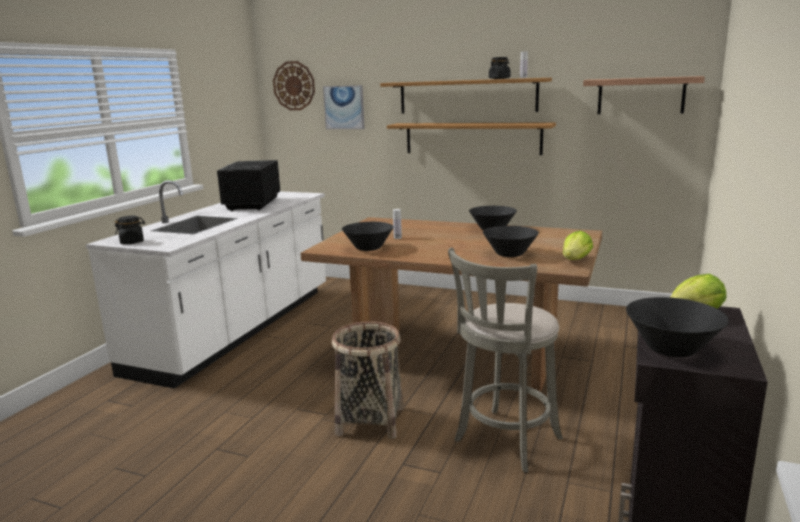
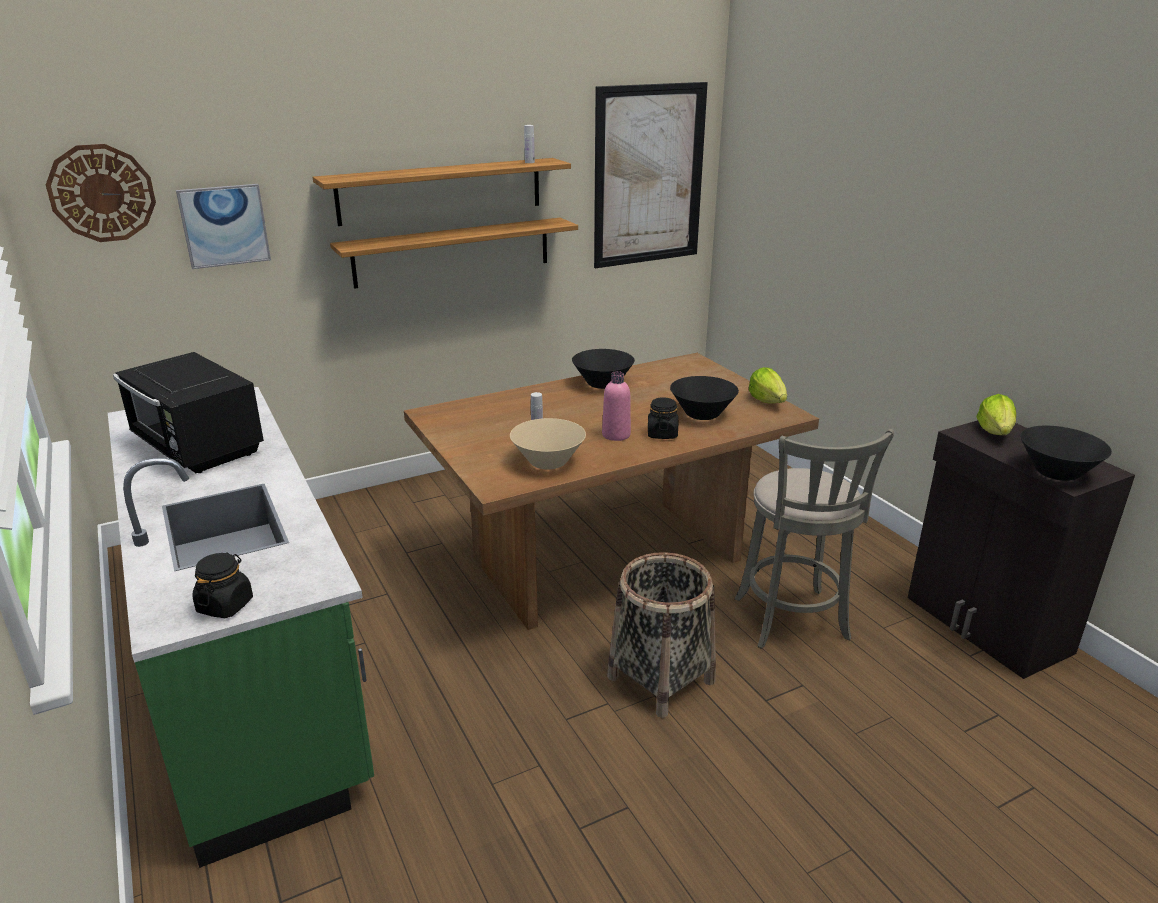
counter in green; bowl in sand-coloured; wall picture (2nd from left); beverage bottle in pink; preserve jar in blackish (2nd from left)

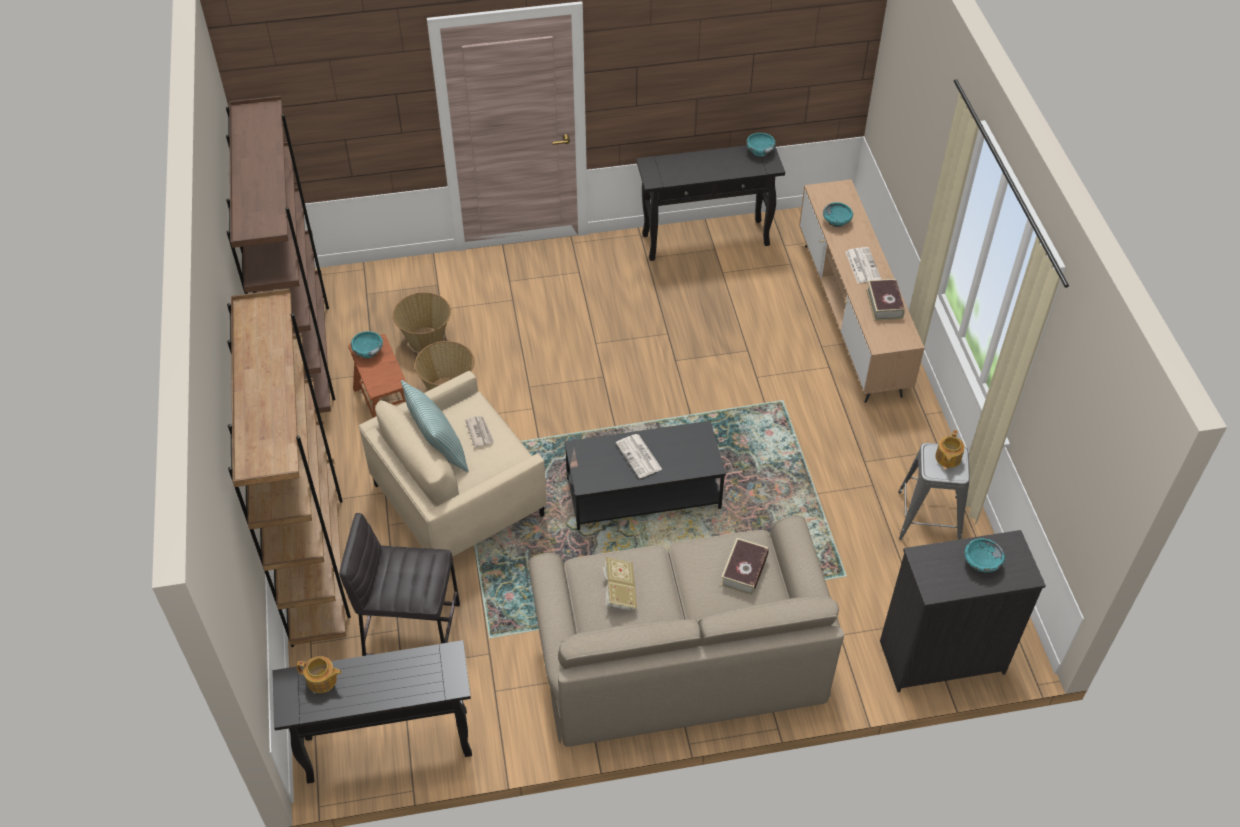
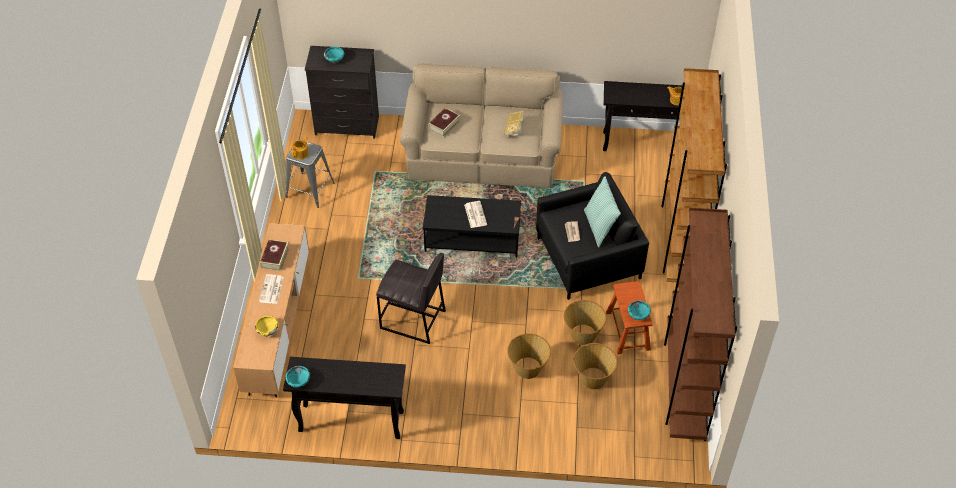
bowl in yellow-coloured; stool seat in gray (2nd from left); household basket (1st from left); lounge chair in blackish

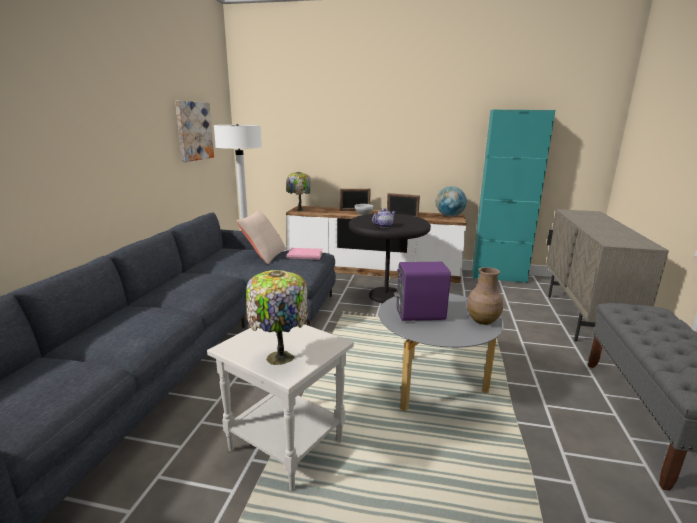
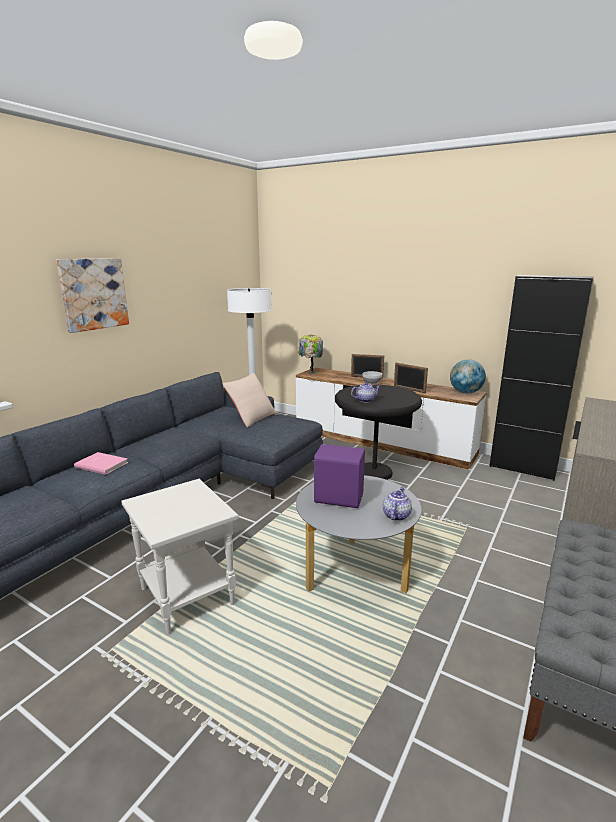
wall picture; bound book in pink; pot for tea (2nd from left); storage cabinet in blackish; tabletop lamp (1st from left in the first image)

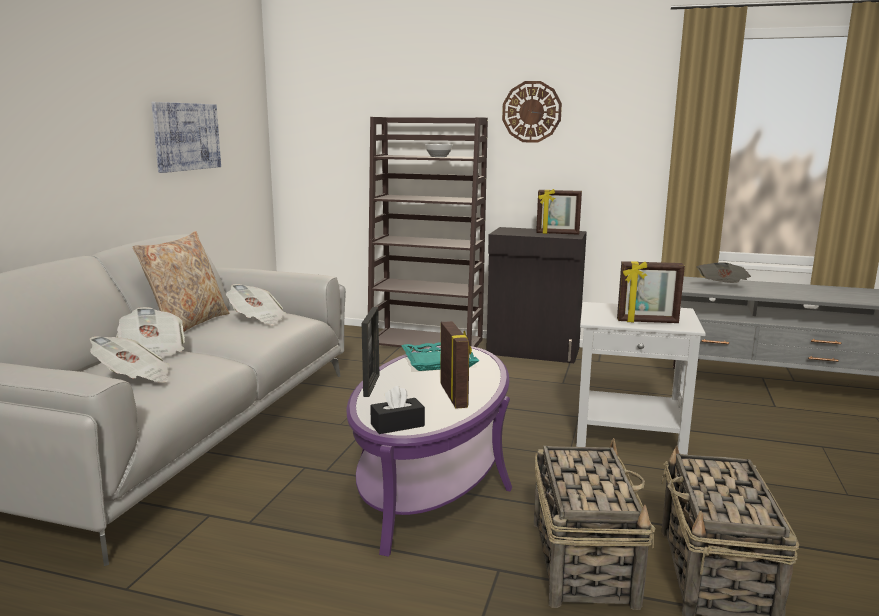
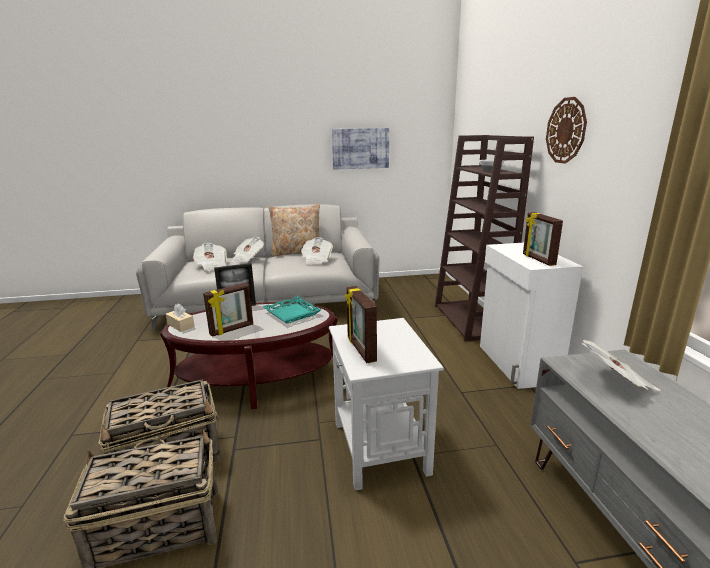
low table in brown-coloured; box of tissues in sand-coloured; storage cabinet in white

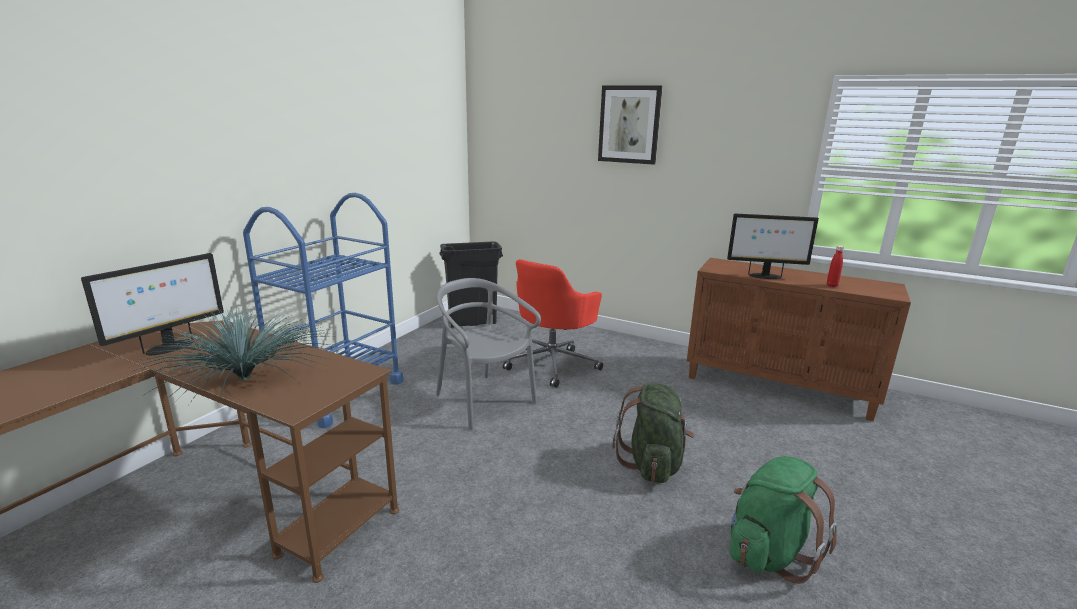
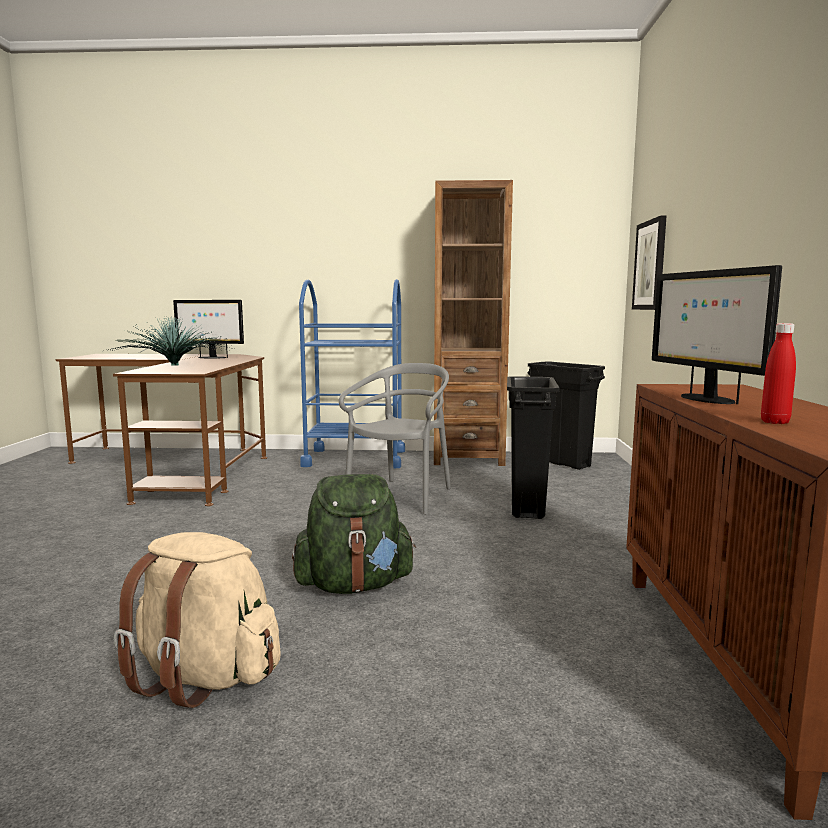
knapsack in sand-coloured; bookshelf in brown-coloured; trash can in blackish (1st from left); wall picture

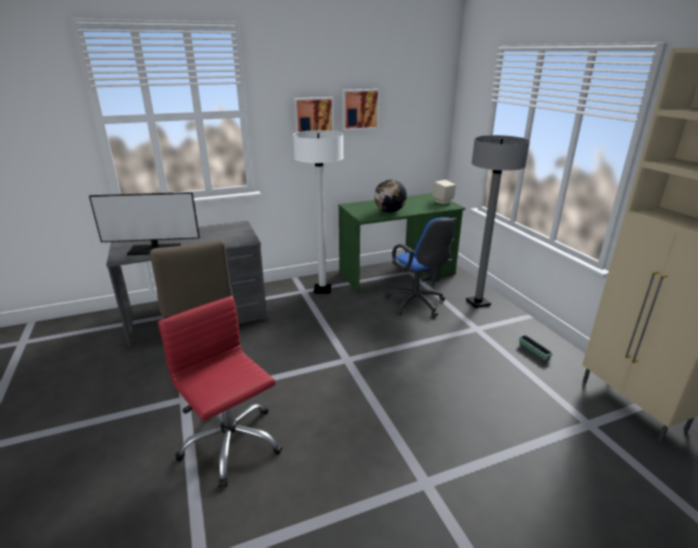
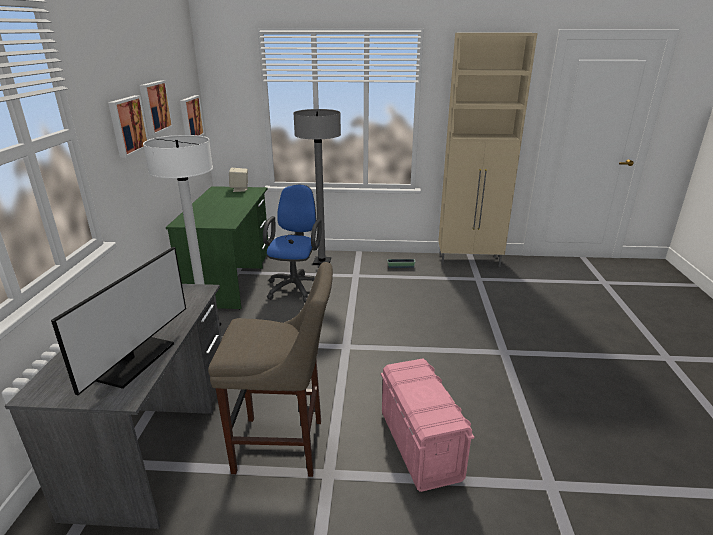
wall picture (3rd from left); computer chair in blue; storage container in pink; globe

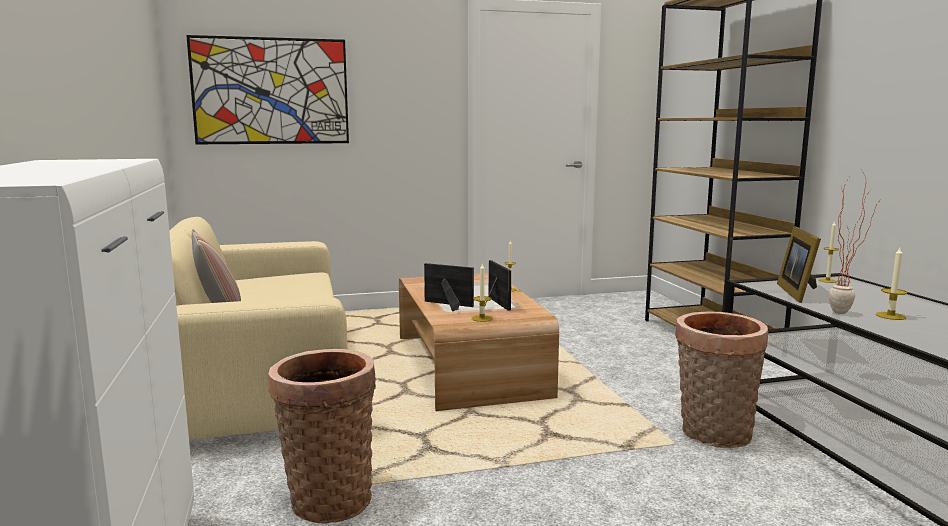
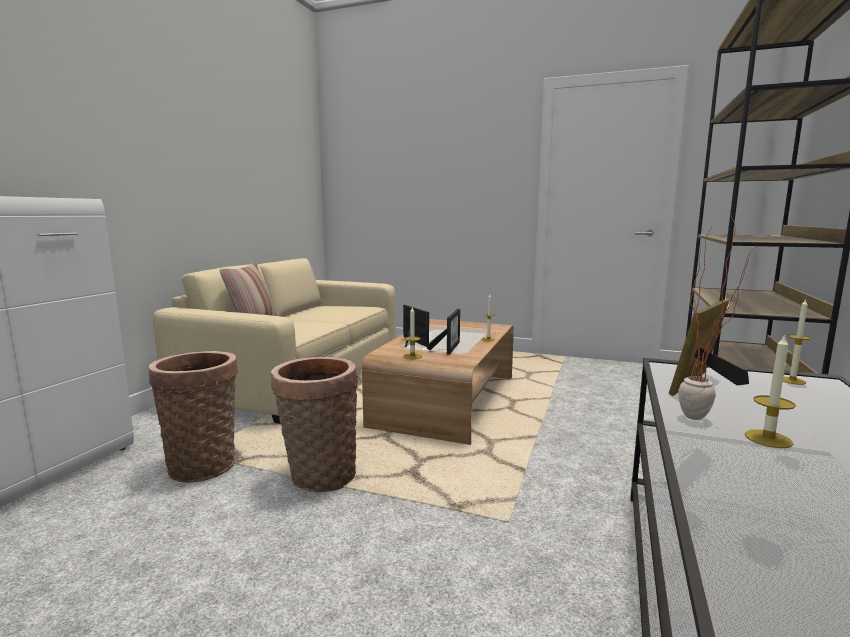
household basket (2nd from left); wall picture

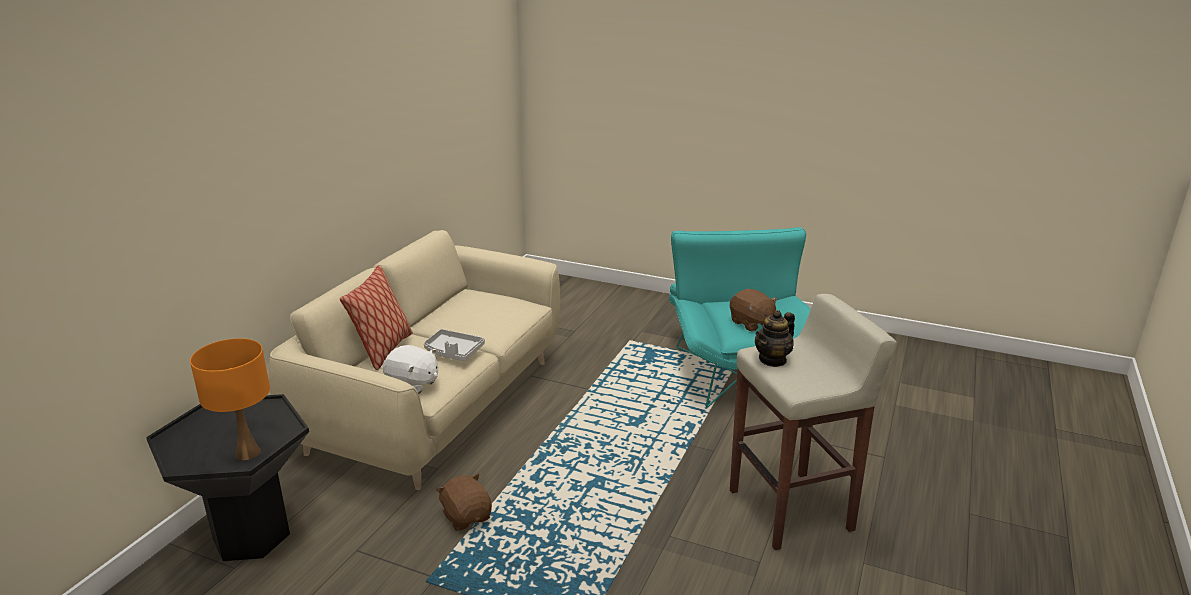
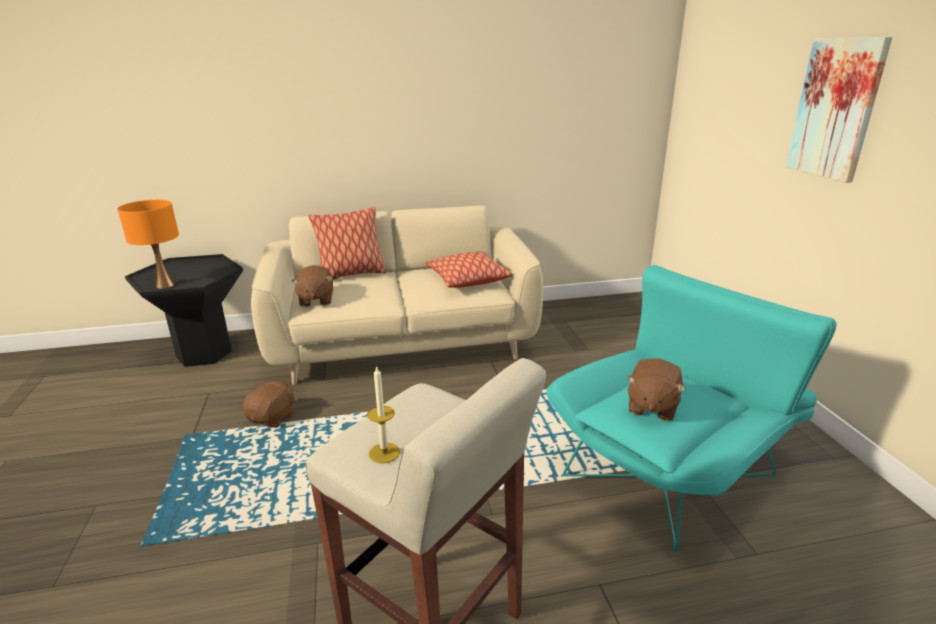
cuddly toy in brown-coloured (2nd from left); wax light; cushion (2nd from left); wall picture; carrying tray in gray; pot for tea

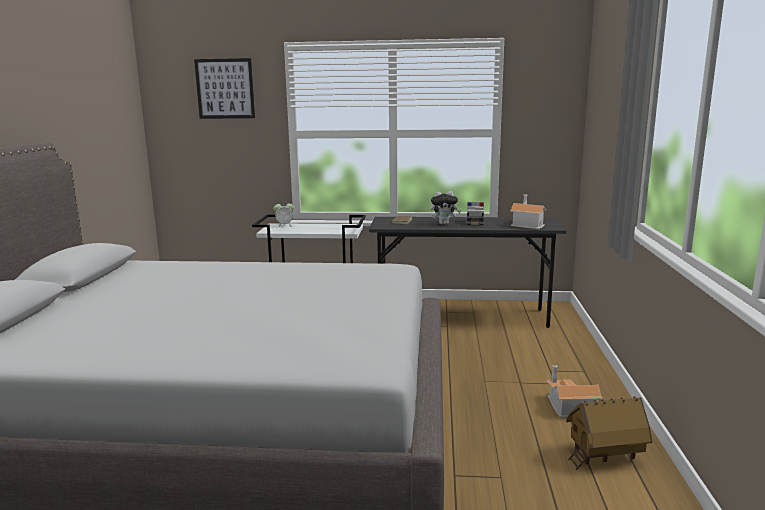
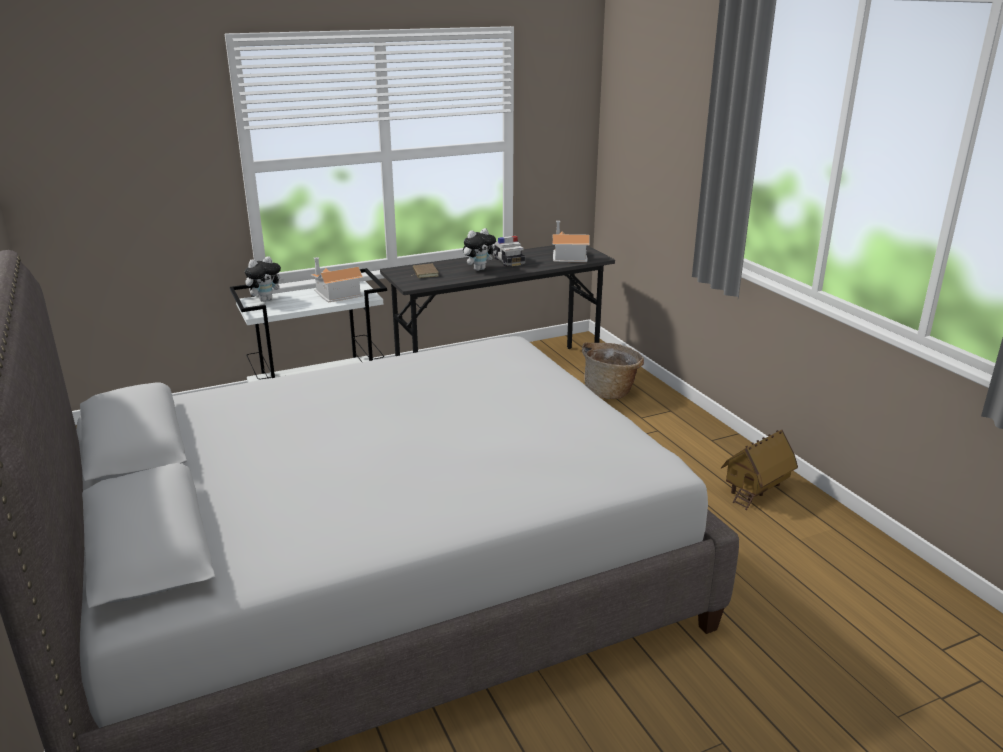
cuddly toy (1st from left); toy house (1st from left); household basket; wall picture

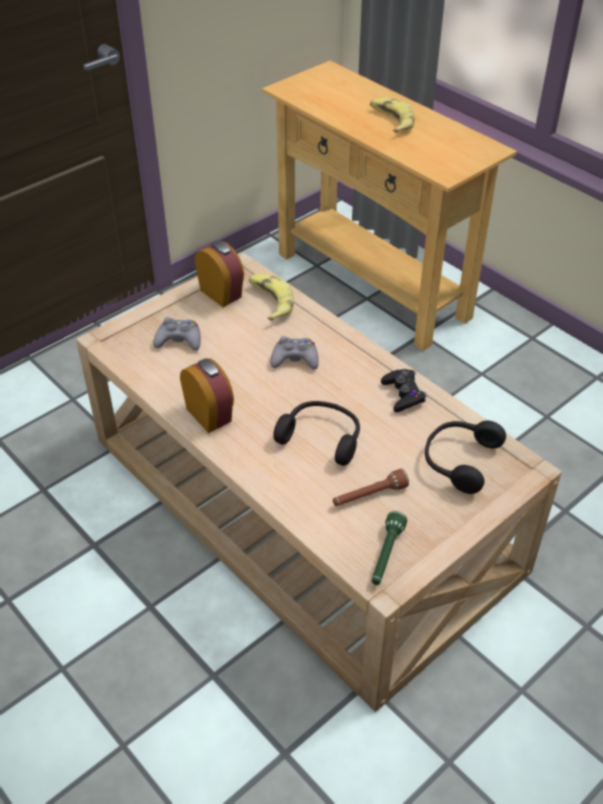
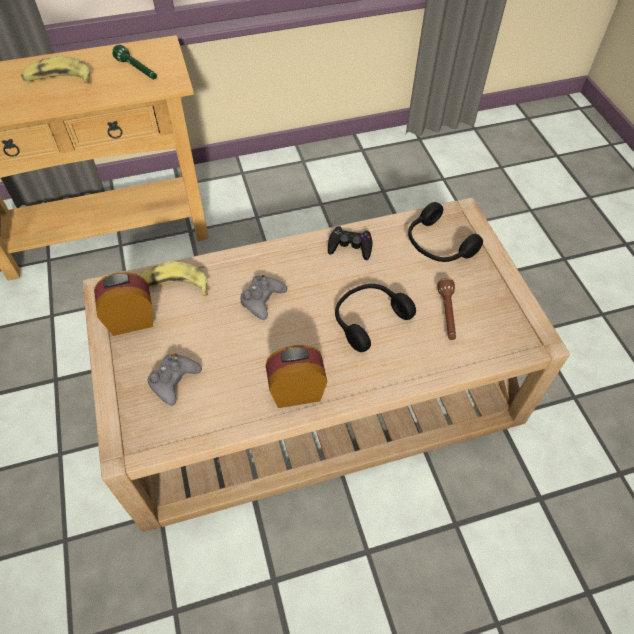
torch in green

